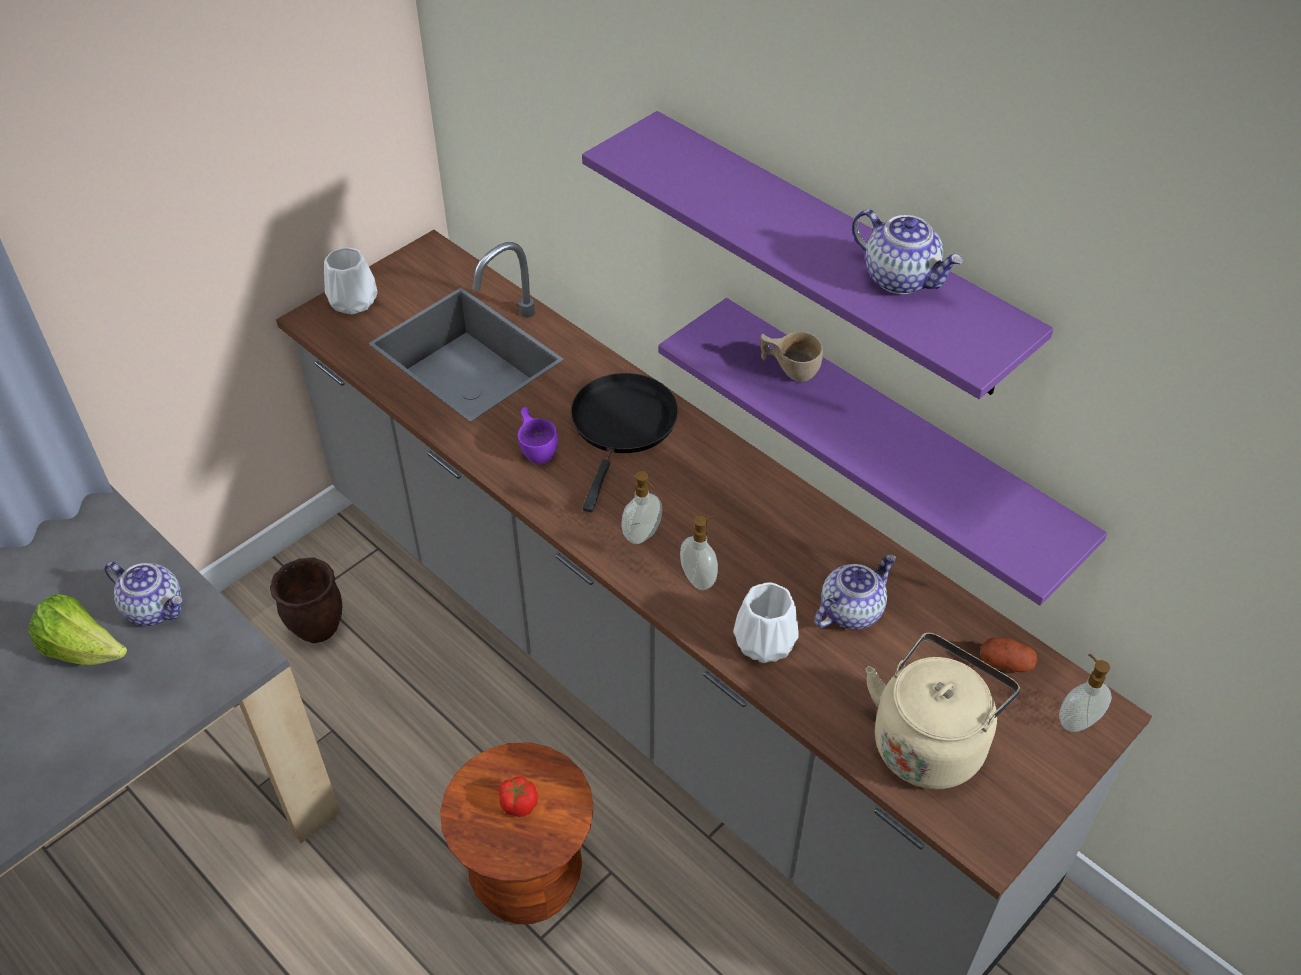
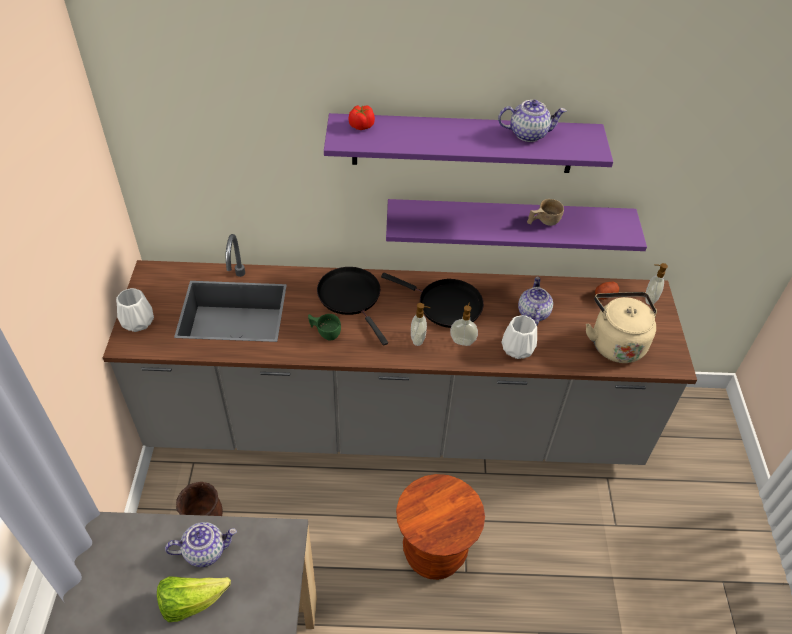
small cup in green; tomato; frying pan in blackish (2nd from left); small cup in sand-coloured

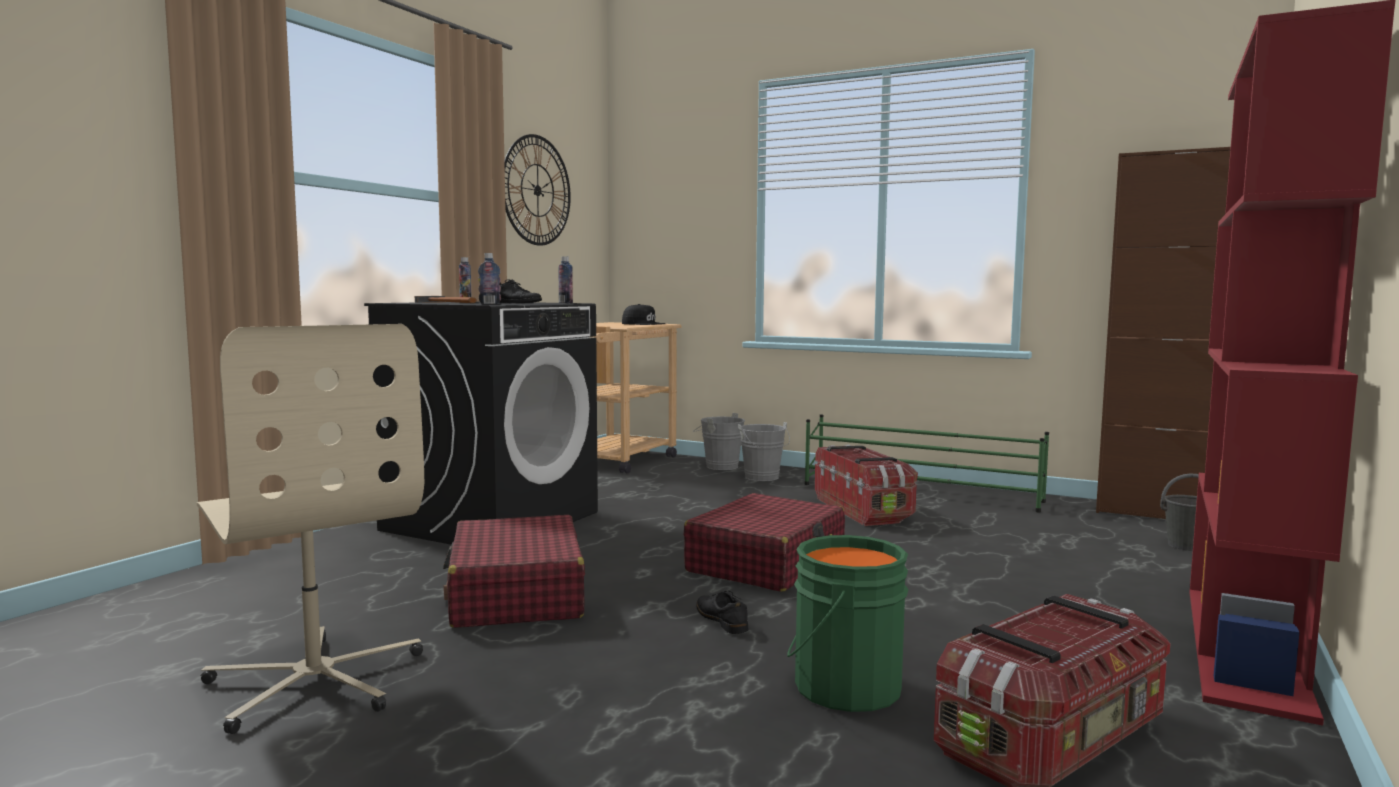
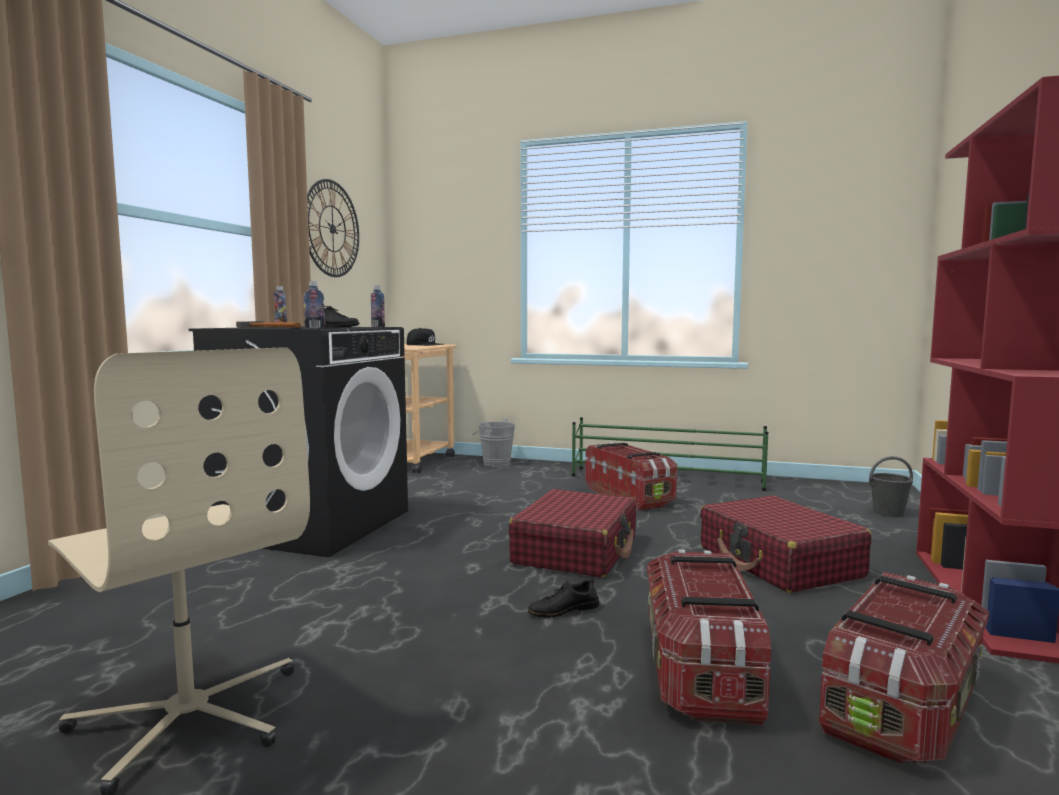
shoe in blackish (2nd from left); storage container (2nd from left); piece of luggage in reddish (2nd from left); water bucket in gray (2nd from left in the first image); storage cabinet in brown-coloured

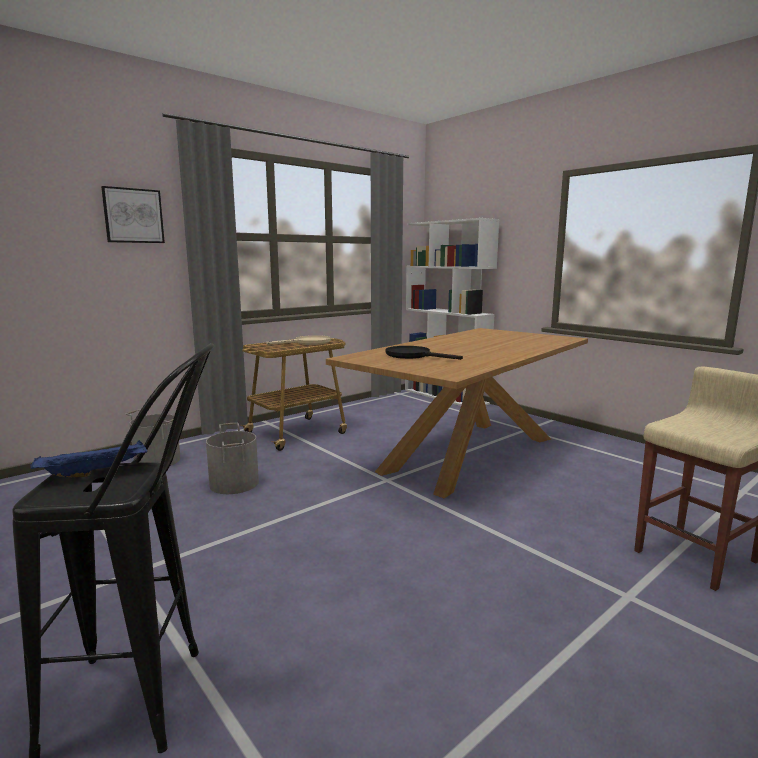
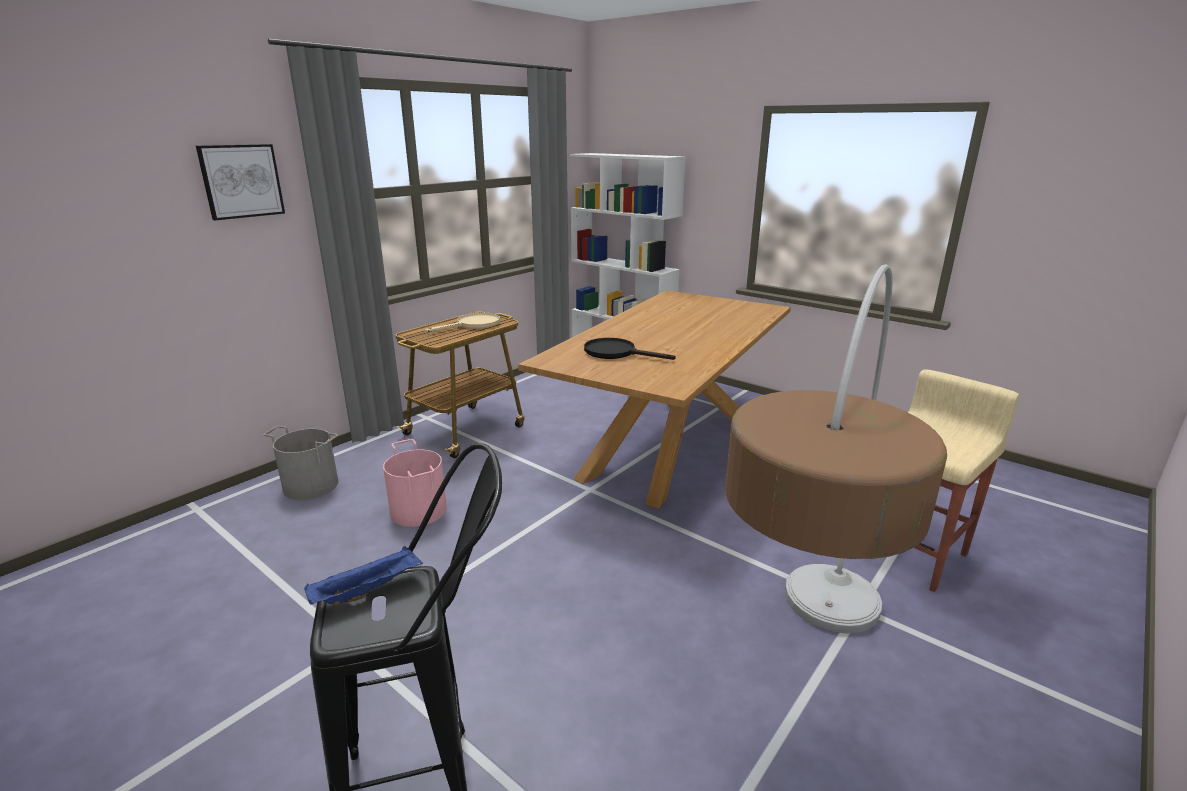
water bucket in pink; floor lamp

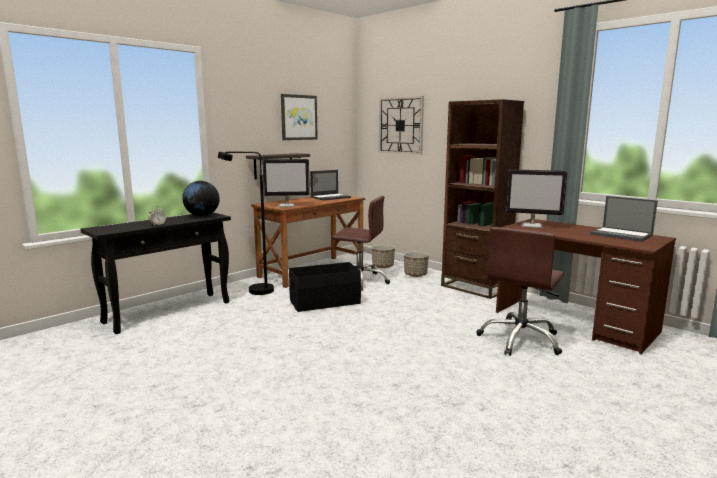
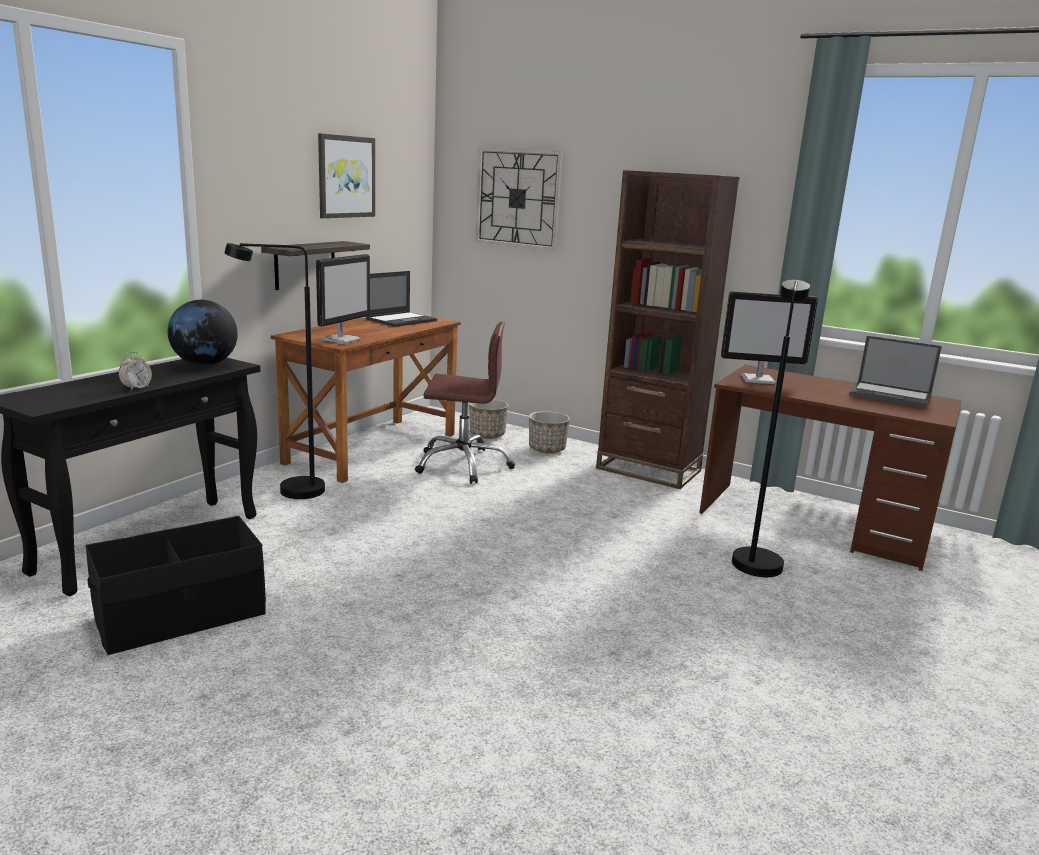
storage container in blackish; computer screen (1st from left); floor lamp in blackish (2nd from left)

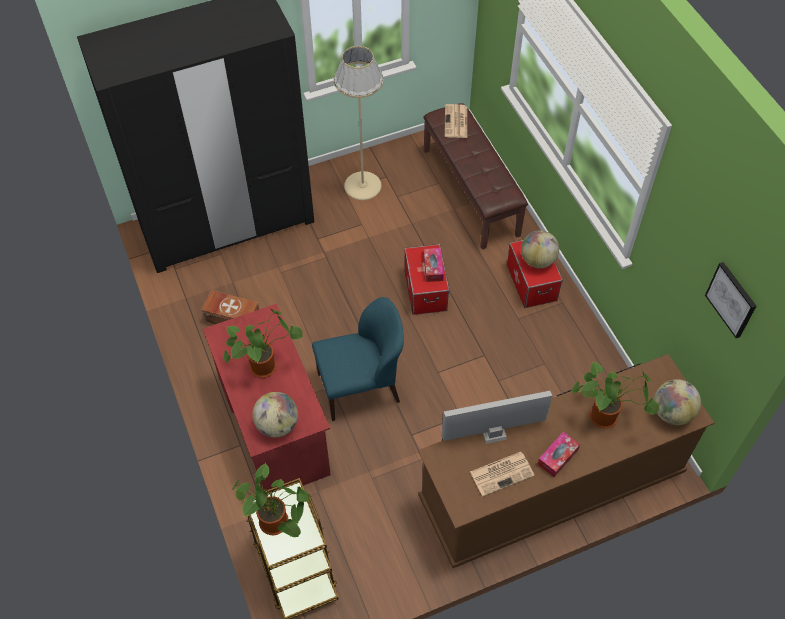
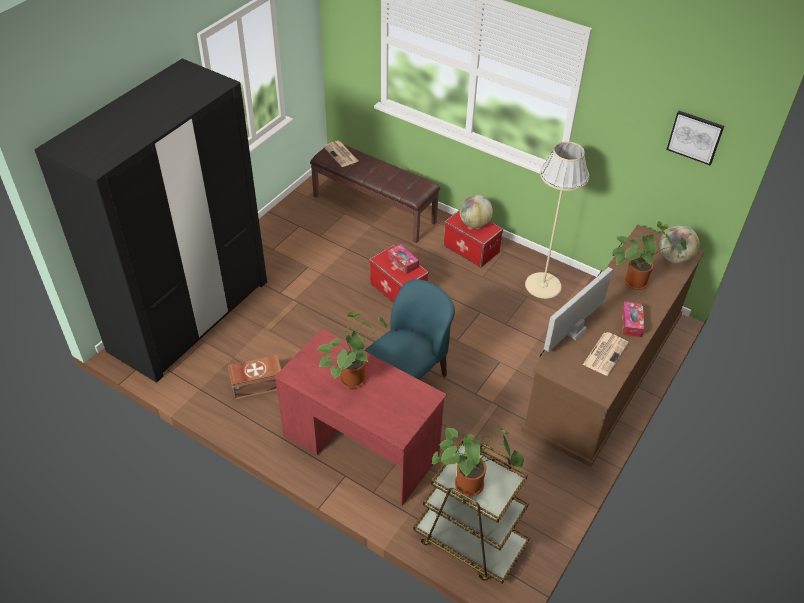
floor lamp in sand-coloured; globe (1st from left in the first image)

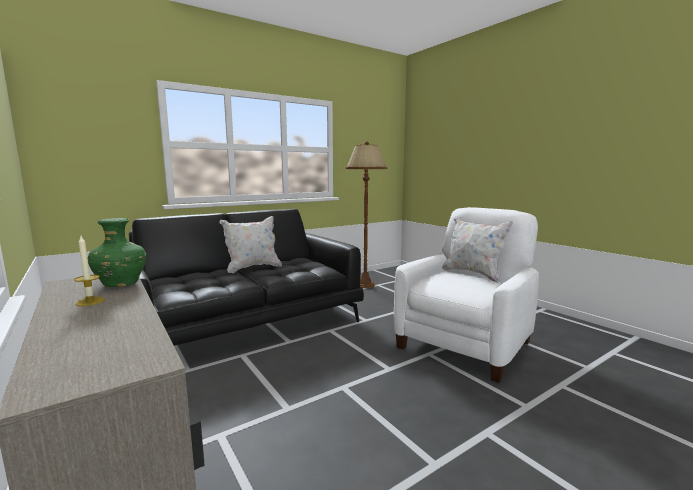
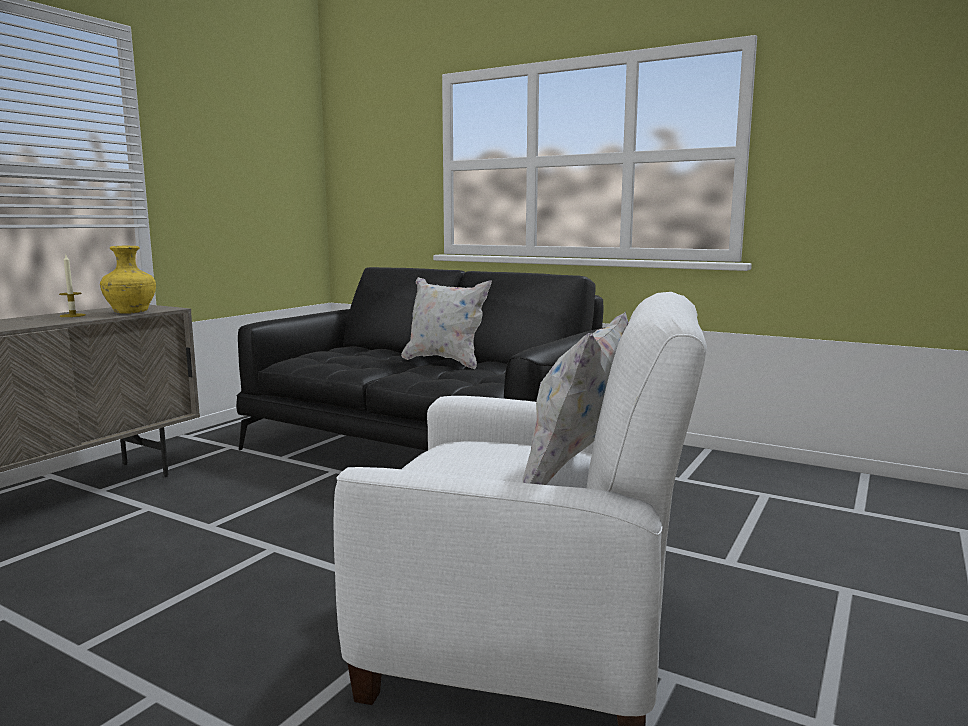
flower vase in yellow-coloured; floor lamp in brown-coloured

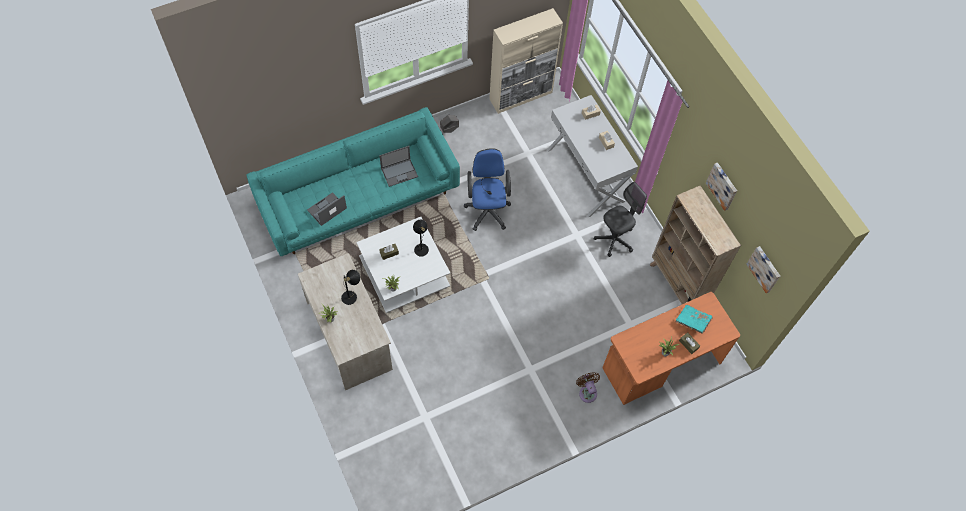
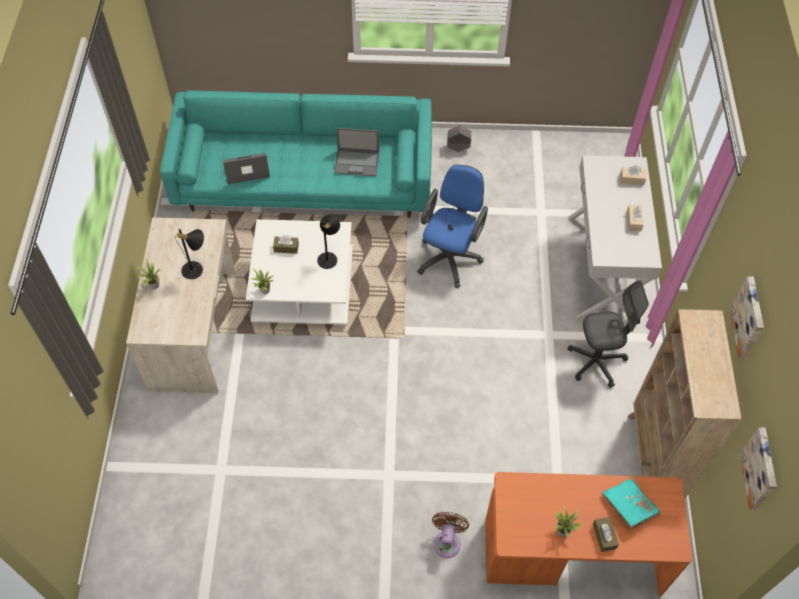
storage cabinet in sand-coloured

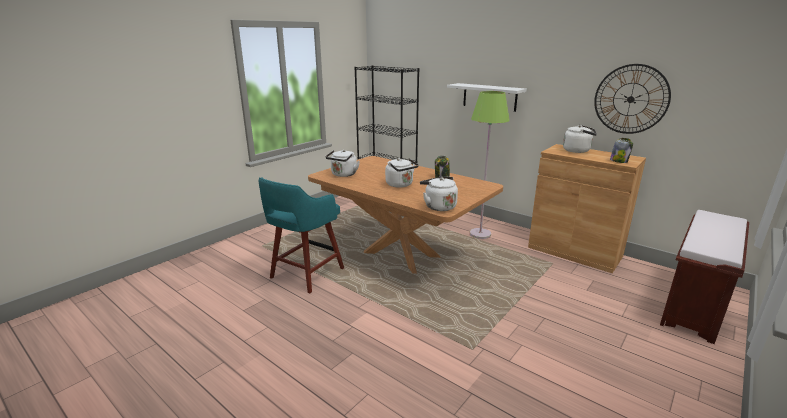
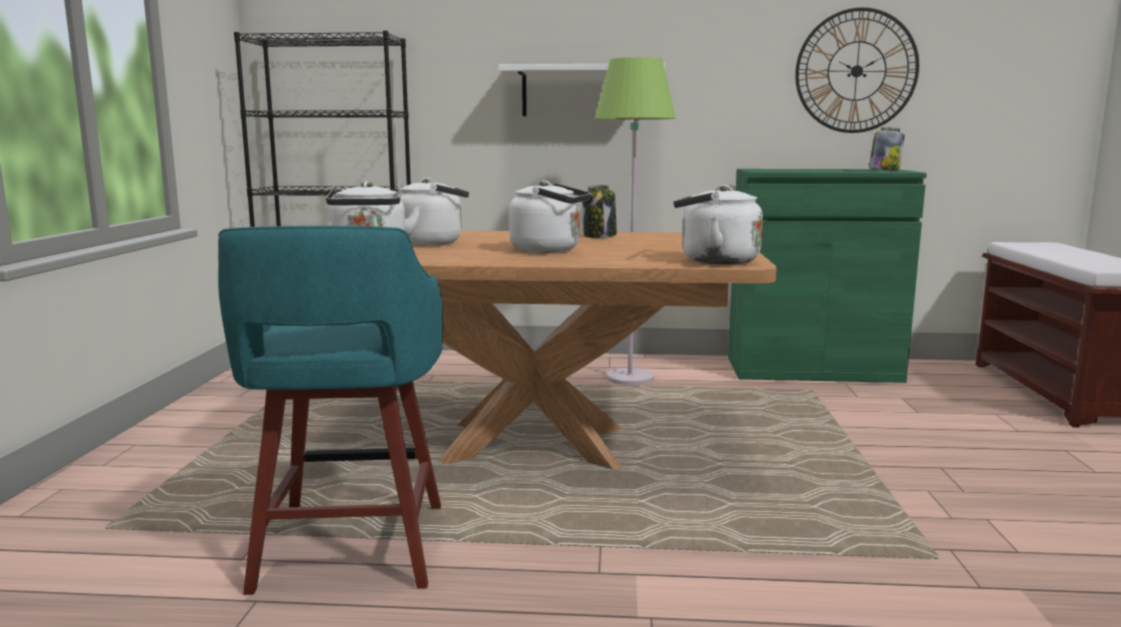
tea kettle in white (2nd from left); storage cabinet in green

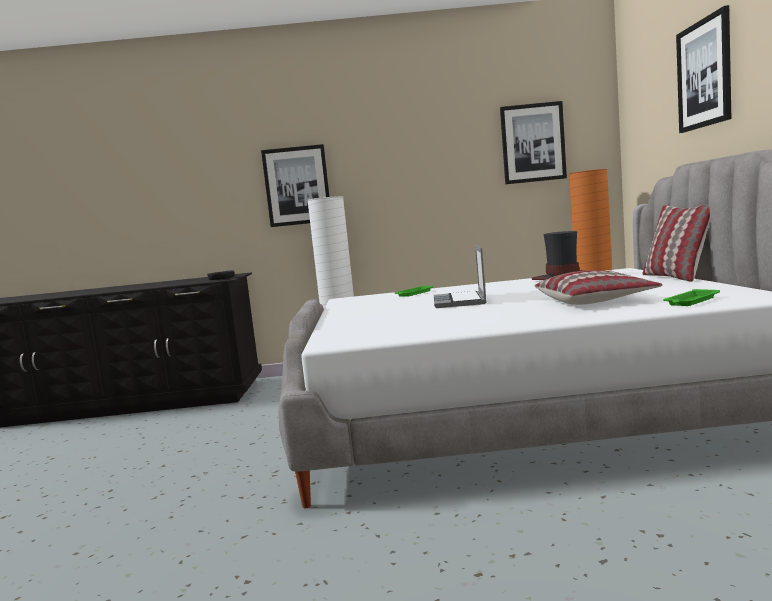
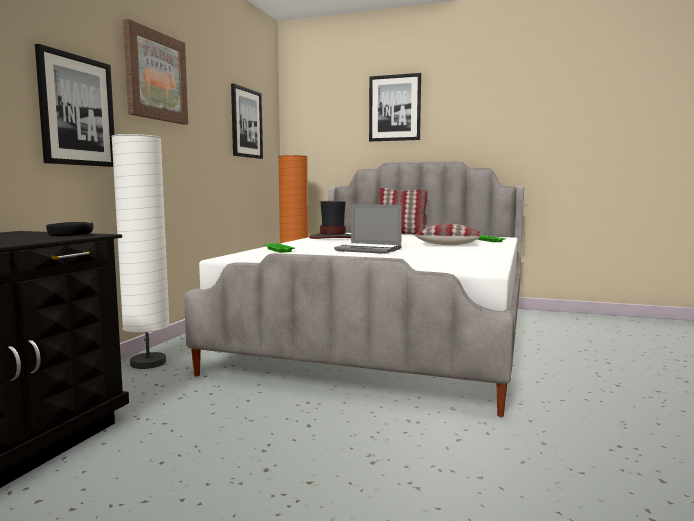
wall picture (2nd from left)

